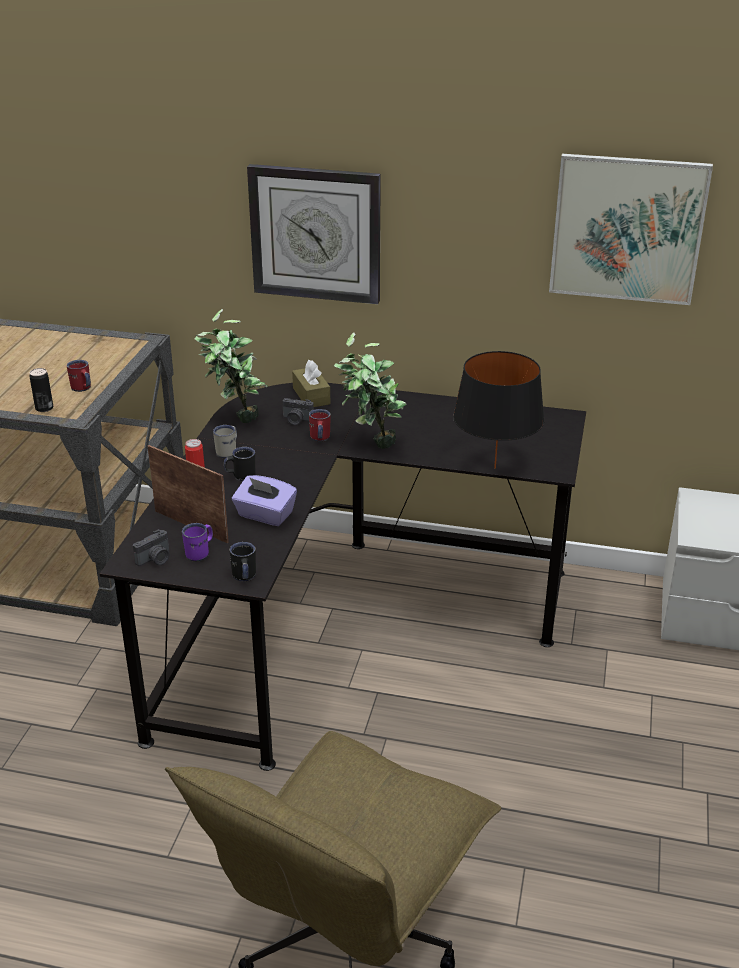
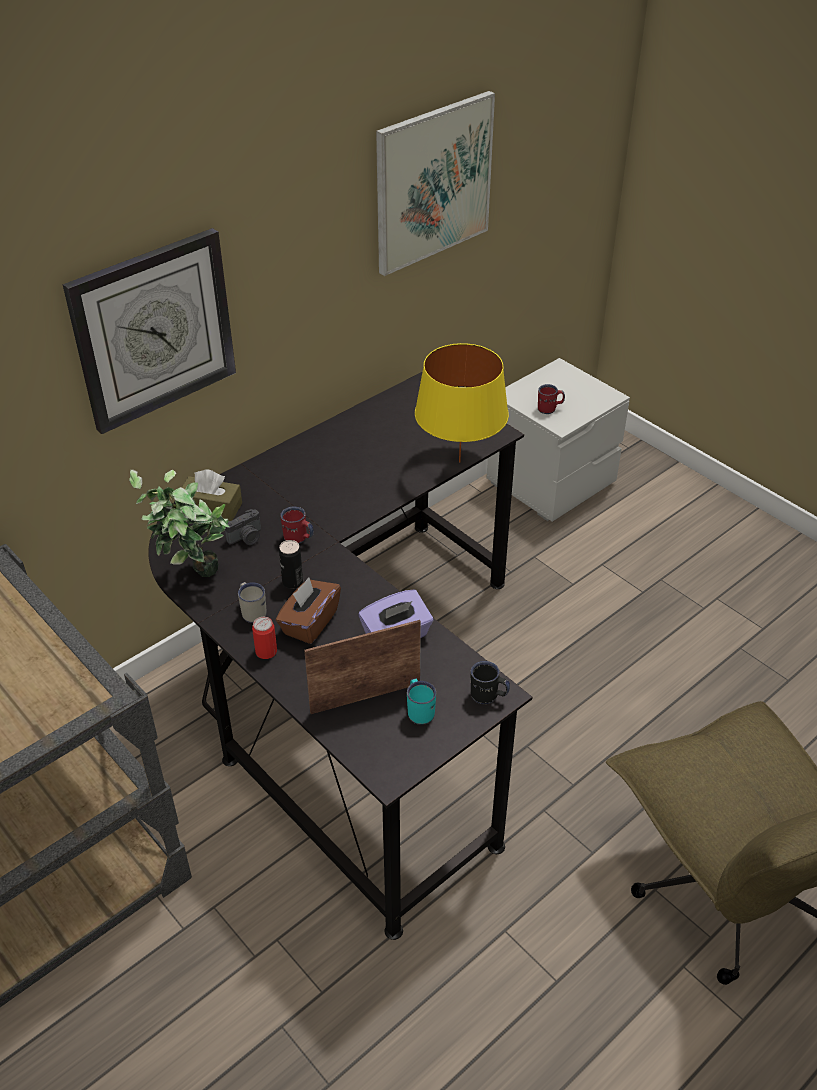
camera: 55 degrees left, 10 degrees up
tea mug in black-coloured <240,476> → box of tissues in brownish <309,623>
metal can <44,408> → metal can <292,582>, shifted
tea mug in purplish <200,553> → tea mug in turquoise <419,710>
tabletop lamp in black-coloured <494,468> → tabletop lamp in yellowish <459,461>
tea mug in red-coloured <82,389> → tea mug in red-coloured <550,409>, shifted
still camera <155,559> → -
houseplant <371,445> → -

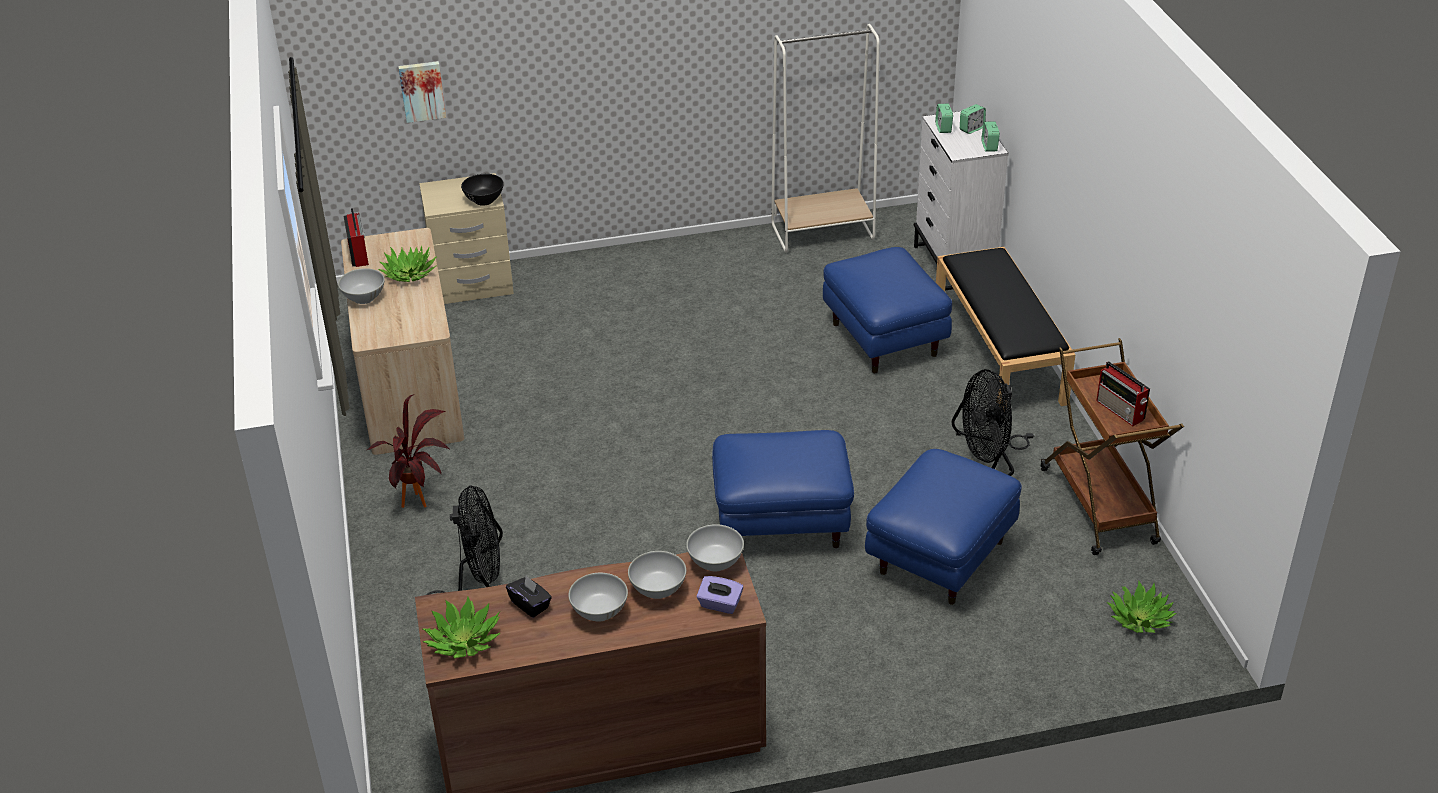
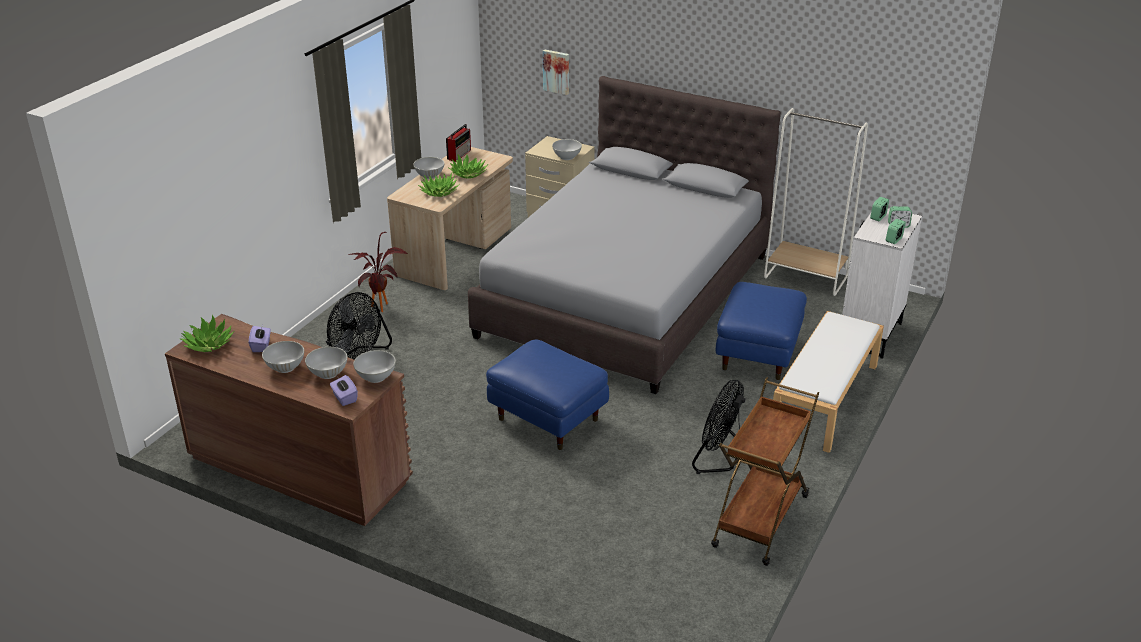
camera: 40 degrees right, 5 degrees down
box of tissues in black-coloured <530,605> → box of tissues in purplish <261,346>
houseplant <1139,618> → houseplant <439,192>, shifted
- → sleeping bed in greyish <627,295>
deep dish in black-coloured <484,200> → deep dish in whitish <567,157>
long seat in black-coloured <1000,353> → long seat in whitish <825,399>
footrest in blue-coloured <940,559> → -
radio <1121,411> → -

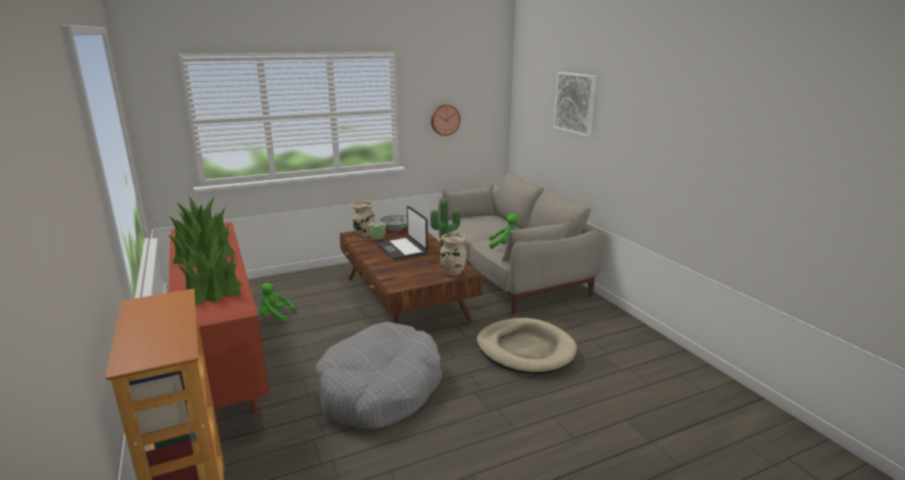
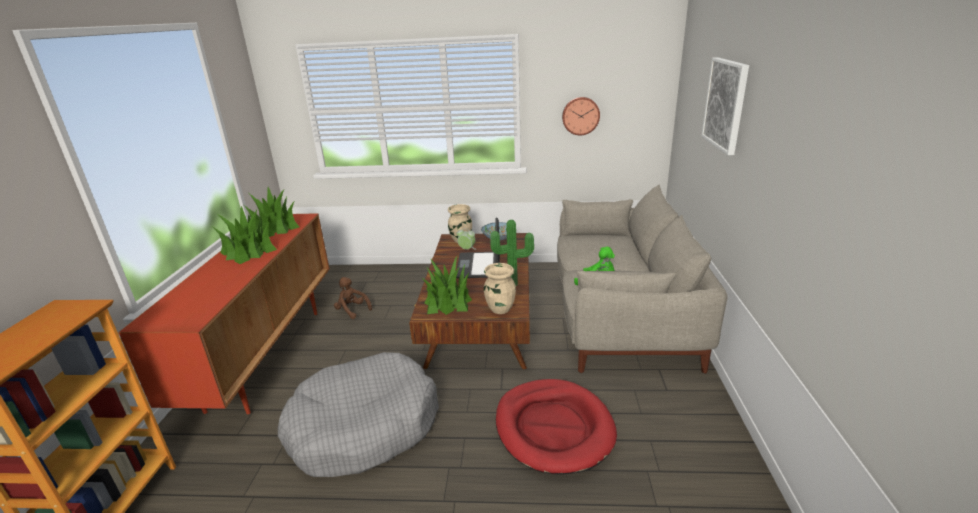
camera: 30 degrees right, 5 degrees up
soft toy in green-coloured <275,316> → soft toy in brownish <352,310>
houseplant <212,290> → houseplant <448,301>, shifted
dog bed in sand-coloured <525,349> → dog bed in red-coloured <553,428>

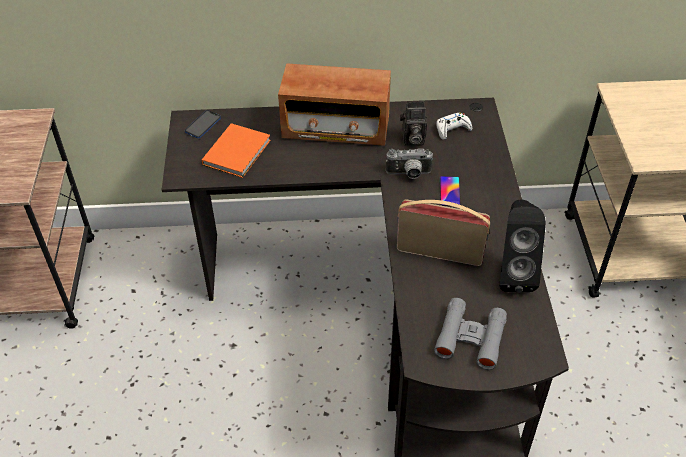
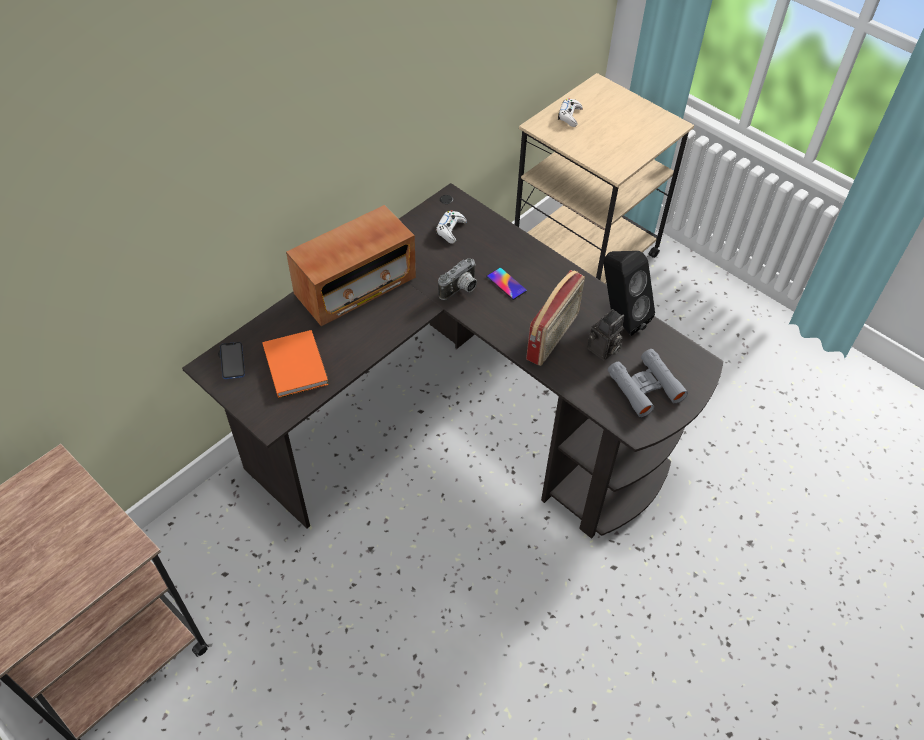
camera: 45 degrees left, 5 degrees up
radio <440,252> → radio <553,337>, 150 degrees clockwise
- → gamepad in whitish <569,116>
still camera <412,139> → still camera <603,350>, shifted

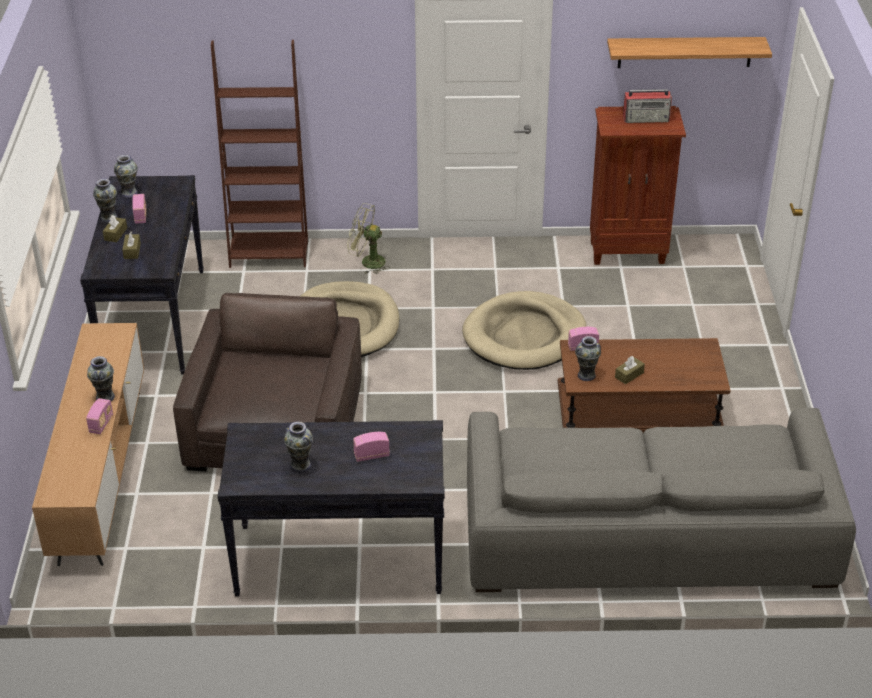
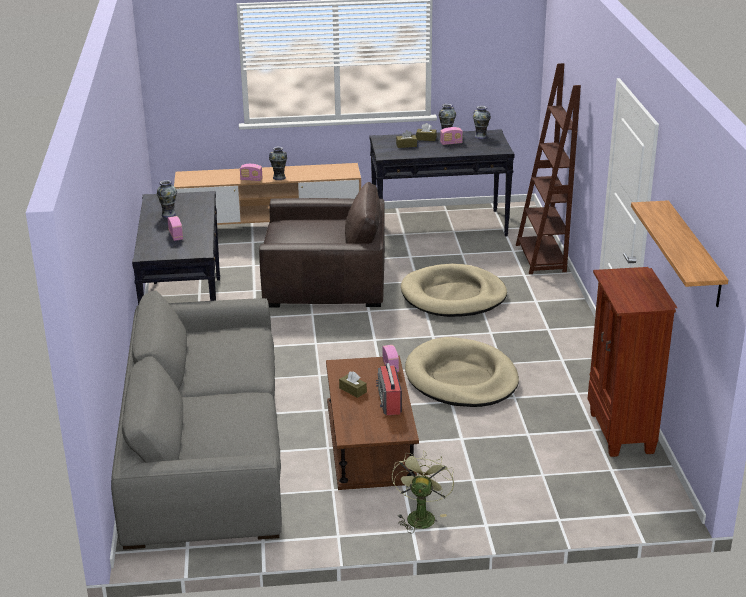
camera: 85 degrees right, 10 degrees down
radio <647,118> → radio <389,402>, shifted
electric fan in green-coloured <367,262> → electric fan in green-coloured <420,515>, shifted
vase <586,375> → -

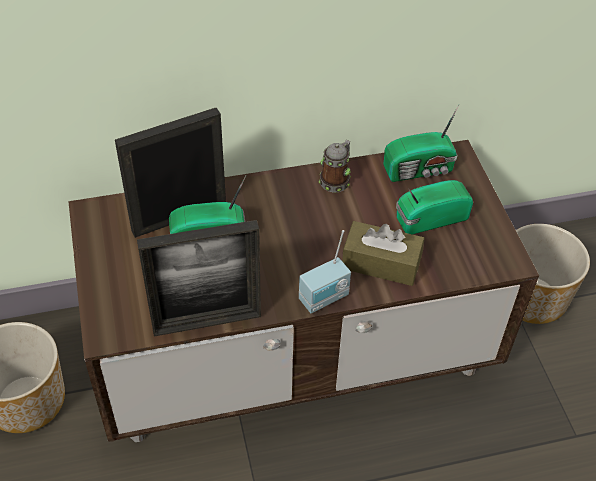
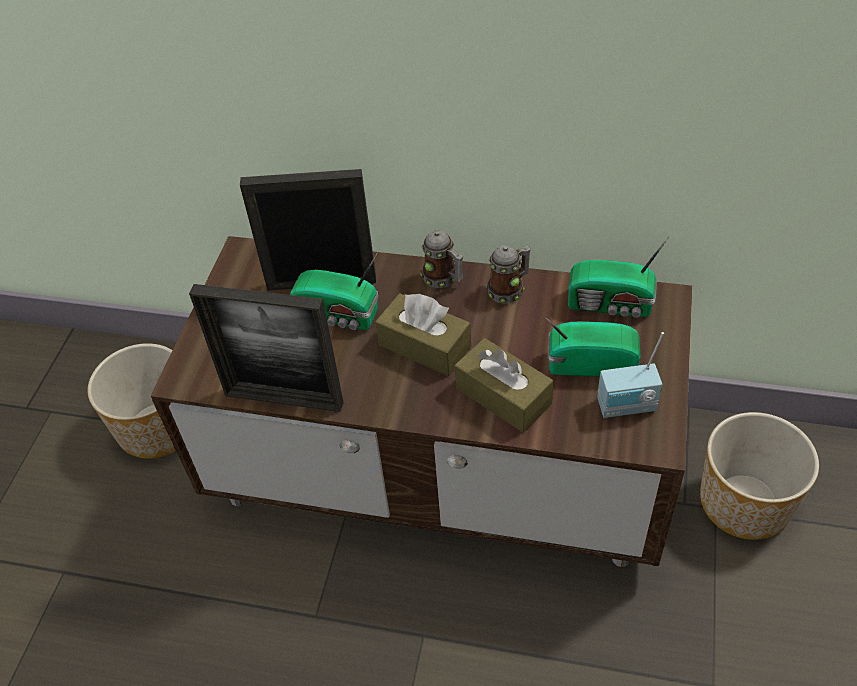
camera: 30 degrees right, 0 degrees up
- → box of tissues in brownish <424,346>
- → tea mug <443,278>
radio <325,299> → radio <627,407>, shifted

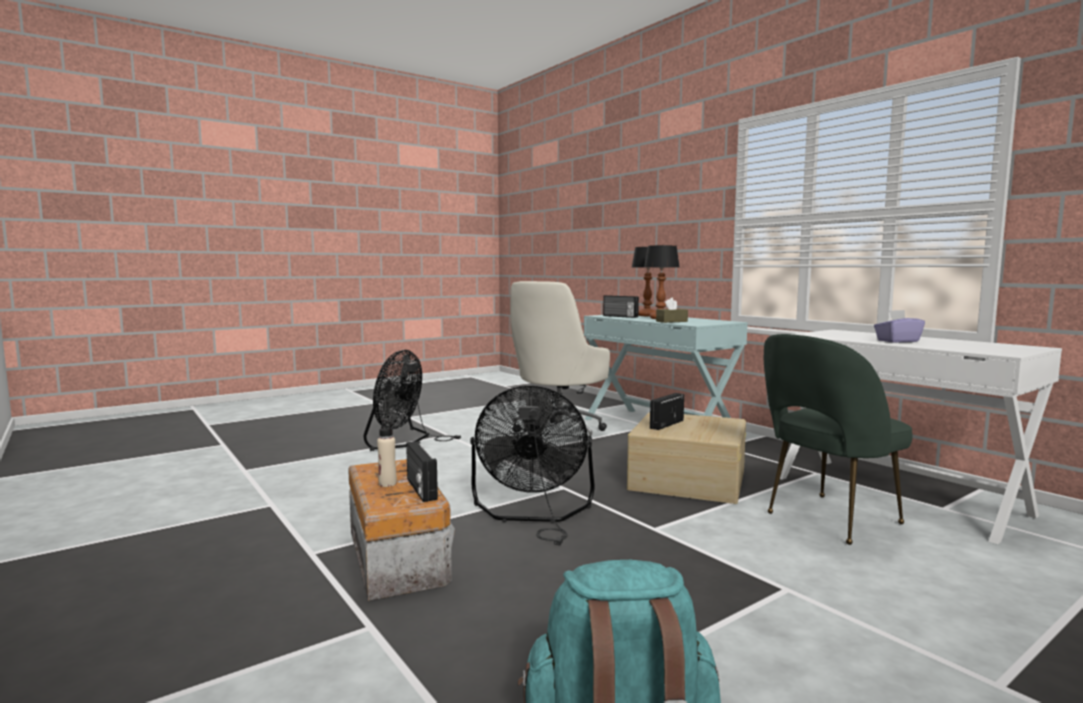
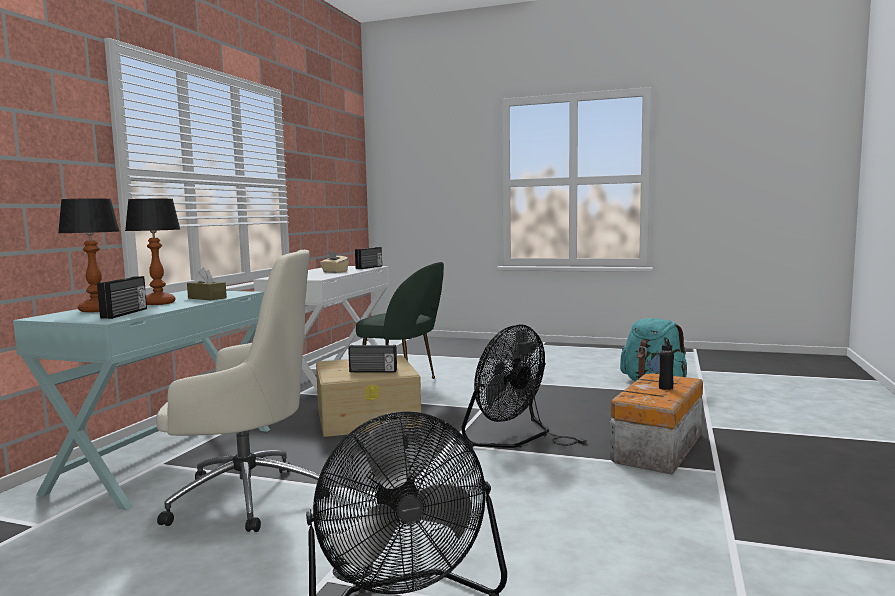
camera: 125 degrees left, 0 degrees up
box of tissues in purplish <897,341> → box of tissues in sand-coloured <334,272>
radio <420,489> → radio <369,267>, shifted
electric fan in black-coloured <534,515> → electric fan in black-coloured <522,436>, 75 degrees clockwise
drink bottle in sand-coloured <387,483> → drink bottle in black-coloured <665,388>

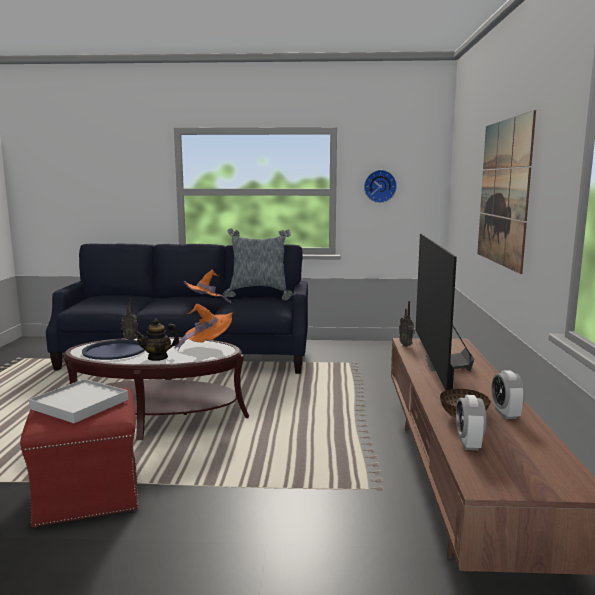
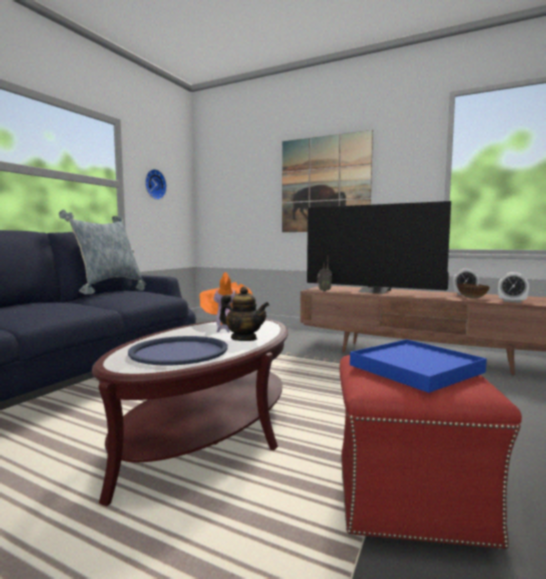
camera: 65 degrees left, 5 degrees down
pot for tea <158,357> → pot for tea <244,339>, 60 degrees counterclockwise
serving tray in whitish <80,404> → serving tray in blue-coloured <415,368>
radio <131,339> → -
clothing hat in orange-coloured <206,306> → -

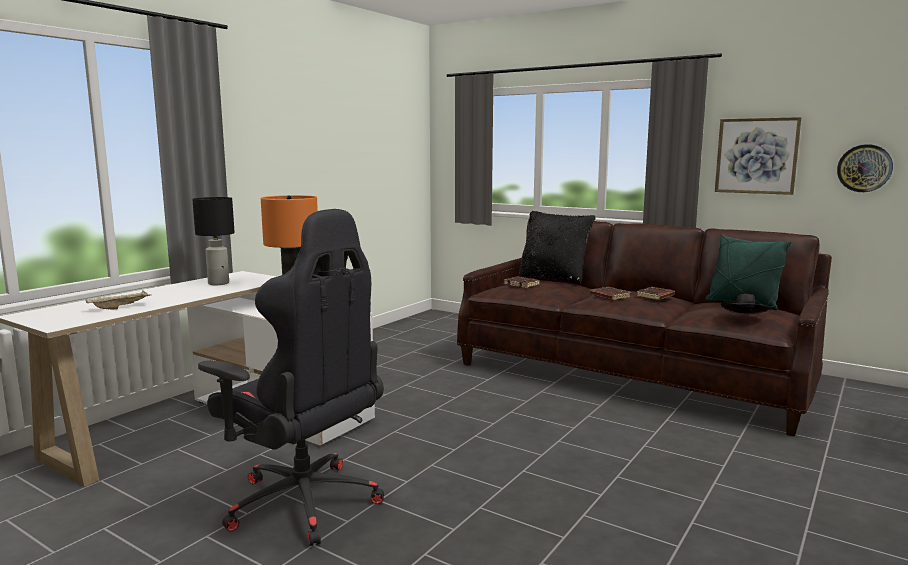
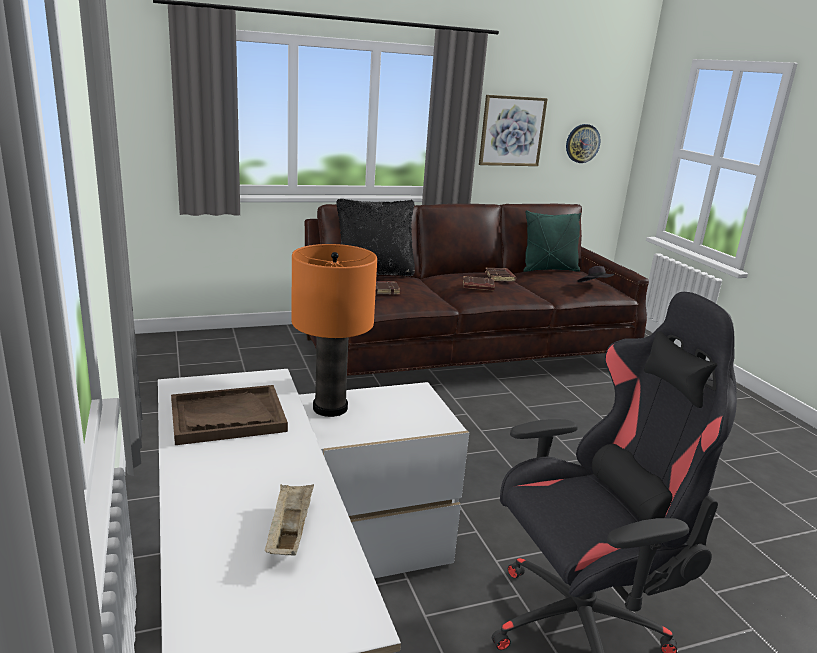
camera: 55 degrees left, 10 degrees up
tabletop lamp in black-coloured <218,283> → serving tray in brownish <227,417>

